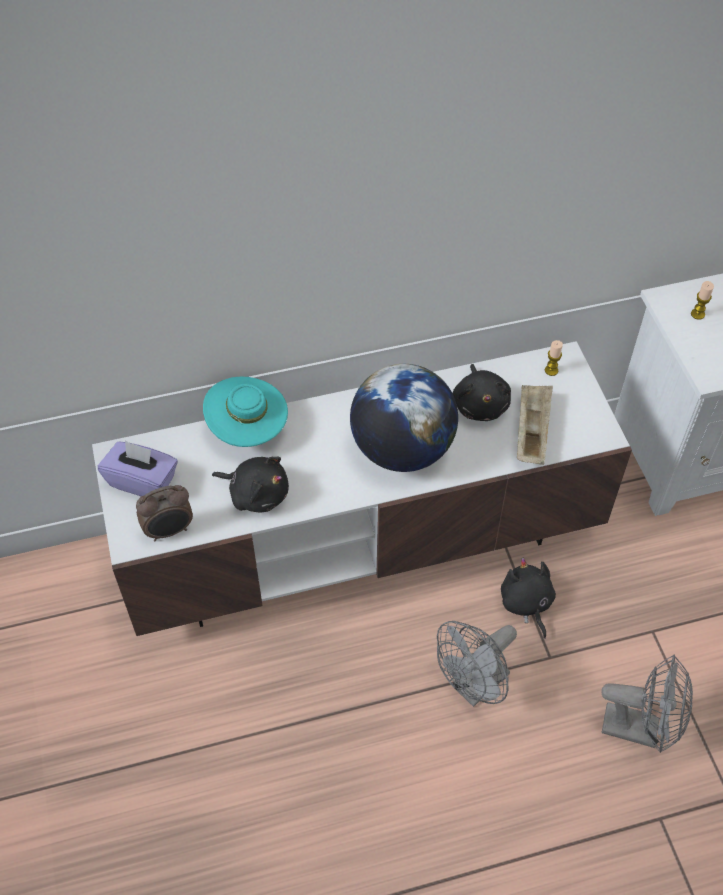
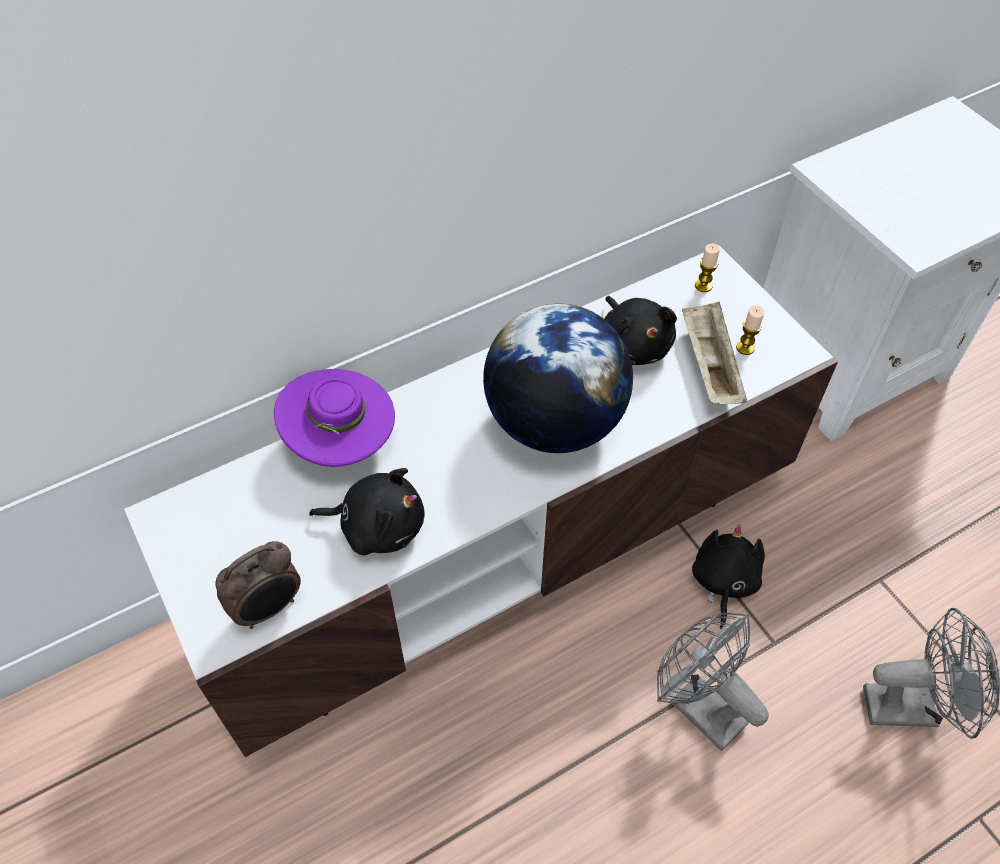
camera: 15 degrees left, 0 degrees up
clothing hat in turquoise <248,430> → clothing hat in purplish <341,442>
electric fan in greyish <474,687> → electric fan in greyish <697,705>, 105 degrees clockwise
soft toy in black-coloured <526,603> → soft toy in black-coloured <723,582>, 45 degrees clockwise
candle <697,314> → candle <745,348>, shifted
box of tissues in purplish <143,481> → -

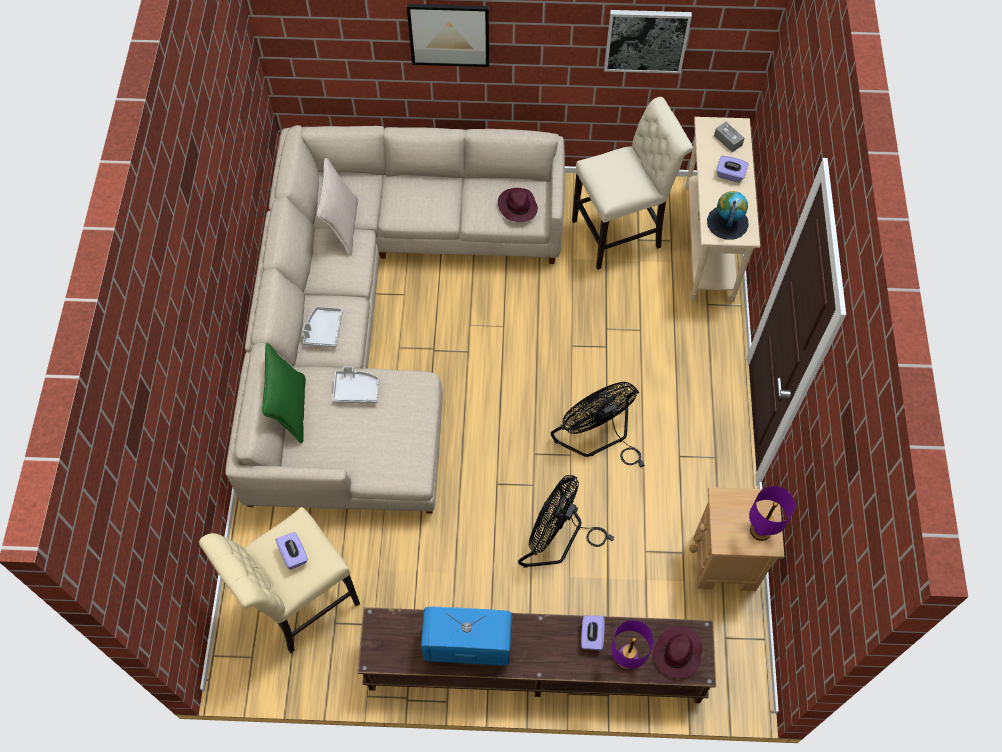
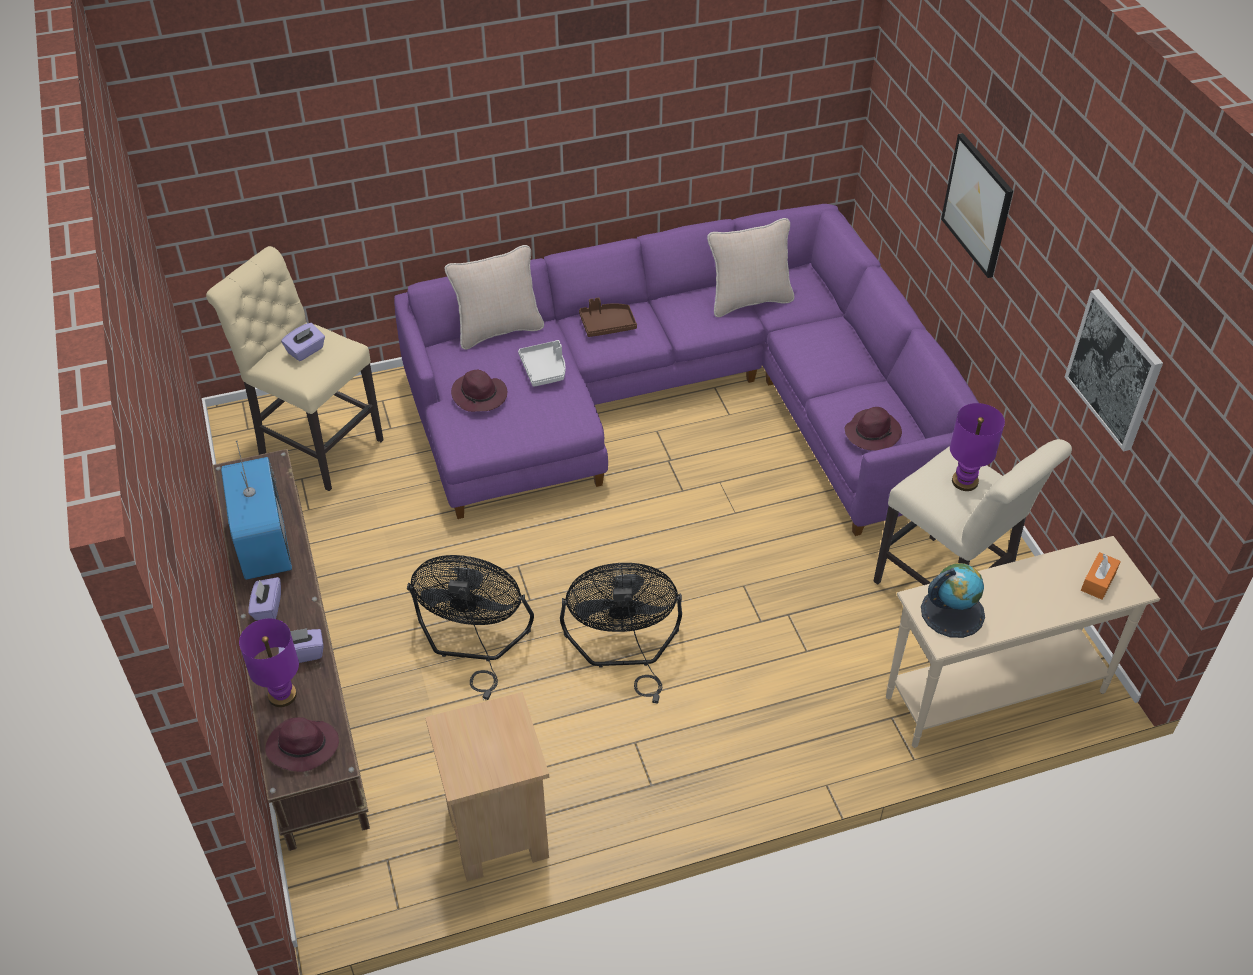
camera: 70 degrees right, 15 degrees down
box of tissues in purplish <730,175> → box of tissues in purplish <267,607>, shifted
settee in sand-coloured <376,316> → settee in purplish <687,400>
cushion in green-coloured <290,410> → cushion in sand-coloured <498,330>
- → clothing hat in purplish <480,395>
electric fan in black-coloured <602,436> → electric fan in black-coloured <626,651>, 45 degrees counterclockwise
serving tray in greyish <323,330> → serving tray in brownish <607,325>
tabletop lamp in purplish <761,530> → tabletop lamp in purplish <965,482>, shifted
box of tissues in greyish <728,140> → box of tissues in orange-coloured <1098,581>

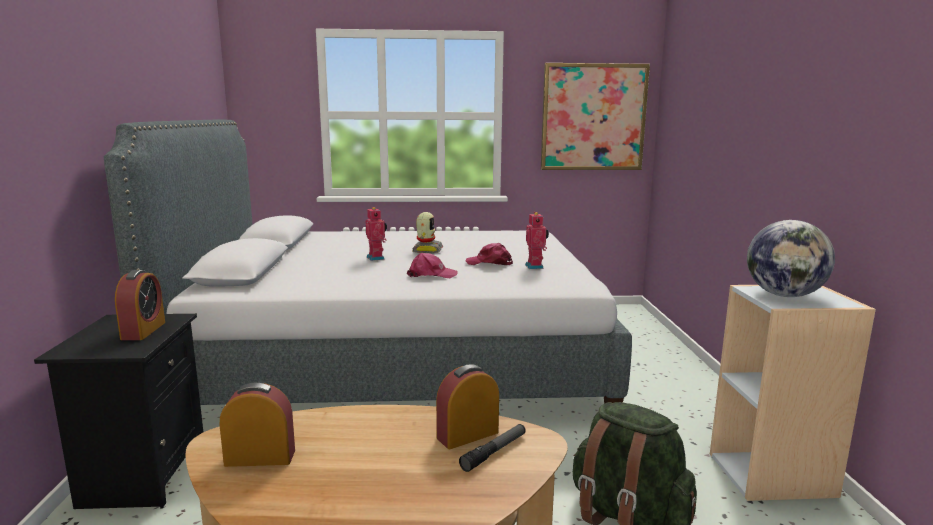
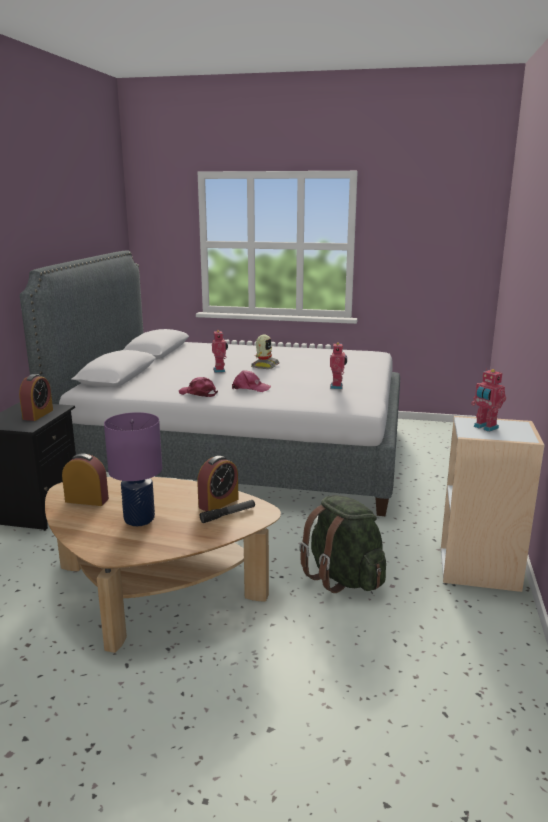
camera: 15 degrees right, 5 degrees up
- → tabletop lamp in purplish <139,521>
baseball cap in pink-coloured <490,263> → baseball cap in pink-coloured <198,393>, shifted
table clock <467,435> → table clock <218,503>, 150 degrees clockwise
world globe <784,295> → robot figure <485,427>
wall art <593,117> → -

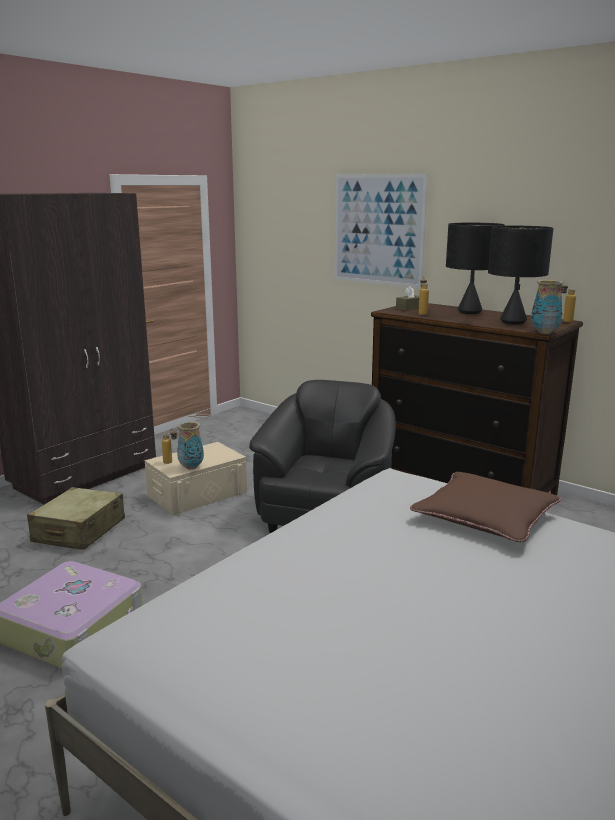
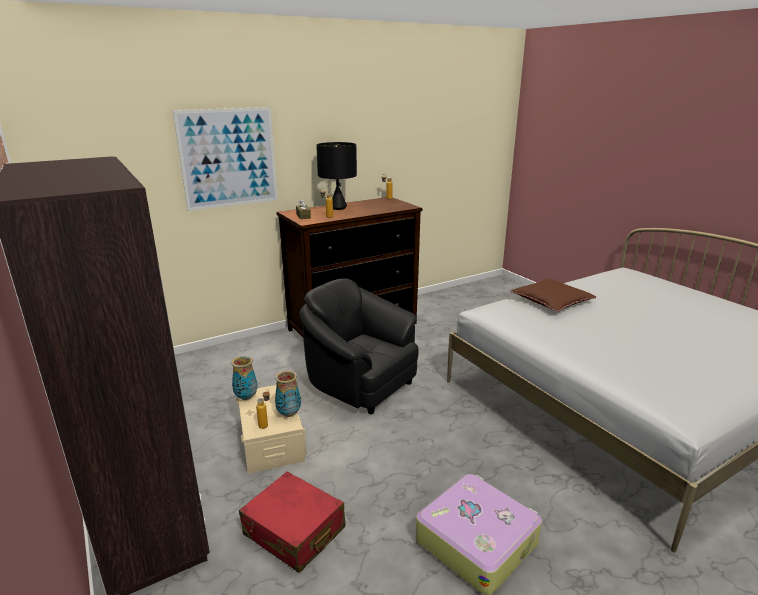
camera: 70 degrees left, 5 degrees up
vase <544,332> → vase <246,397>, shifted
suitcase in sand-coloured <79,531> → suitcase in red-coloured <294,531>
tabletop lamp in black-coloured <513,322> → -

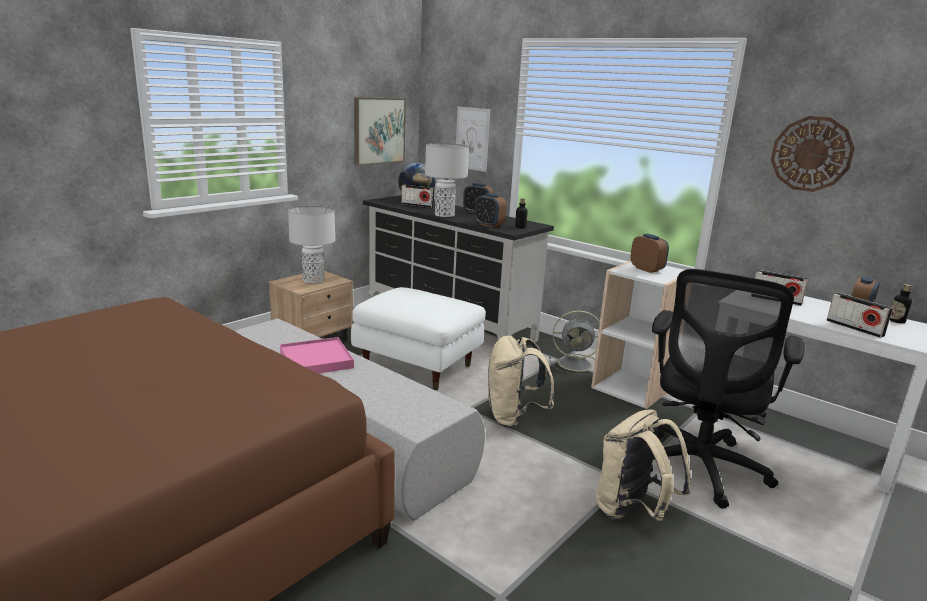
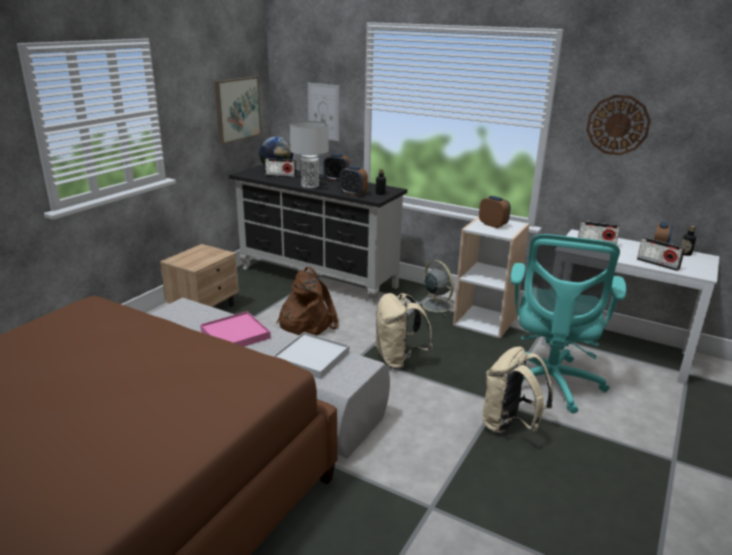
camera: 10 degrees left, 5 degrees up
- → serving tray in whitish <312,358>
footrest in whitish <418,367> → knapsack in brownish <306,323>
electric fan in greyish <576,364> → electric fan in greyish <435,305>, 120 degrees counterclockwise
computer chair in black-coloured <700,461> → computer chair in turquoise <550,377>
tabletop lamp in whitish <313,280> → -

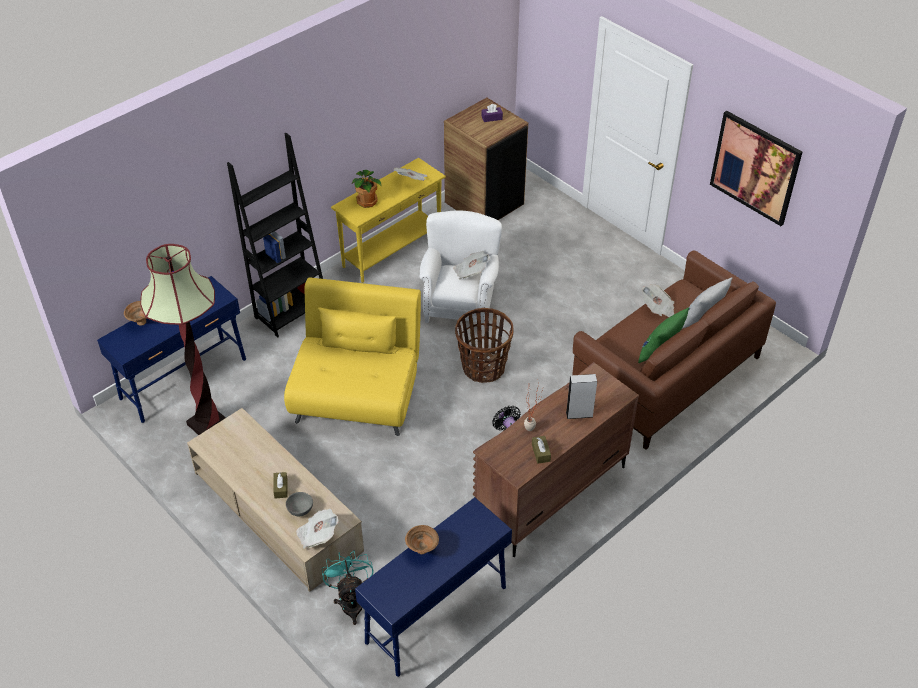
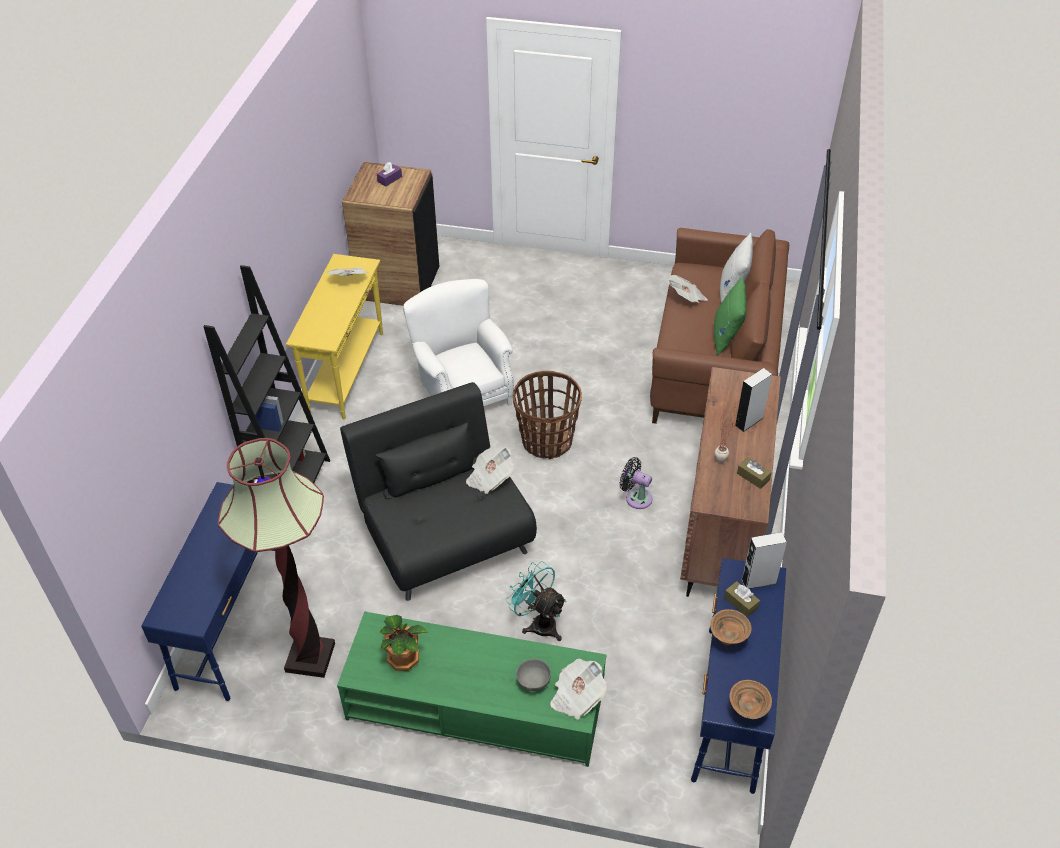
camera: 35 degrees left, 0 degrees up
tv unit in sand-coloured <276,511> → tv unit in green-coloured <474,704>
lounge chair in yellowish <357,391> → lounge chair in black-coloured <443,531>
houseplant <367,201> → houseplant <404,657>, shifted
newspaper <470,272> → newspaper <489,478>, shifted
electric fan in turquoise <351,601> → electric fan in turquoise <538,622>, shifted
box of tissues in brownish <281,488> → box of tissues in brownish <741,603>, shifted
deep dish in brownish <141,323> → deep dish in brownish <747,712>, shifted
- → audio speaker in greyish <758,581>
wall art <755,167> → -

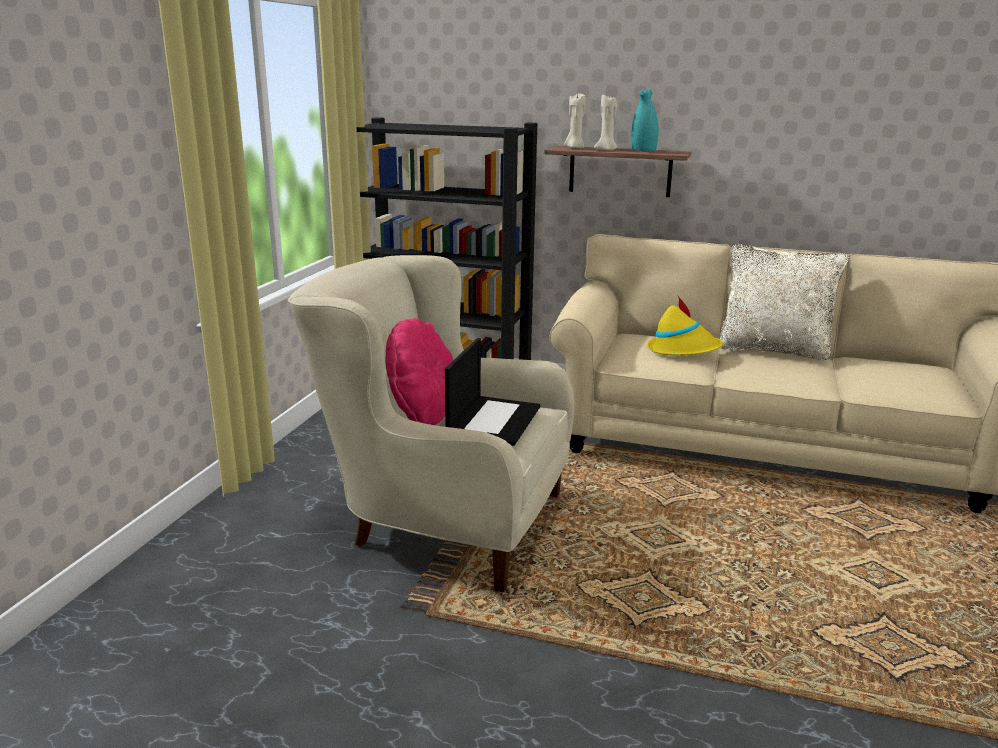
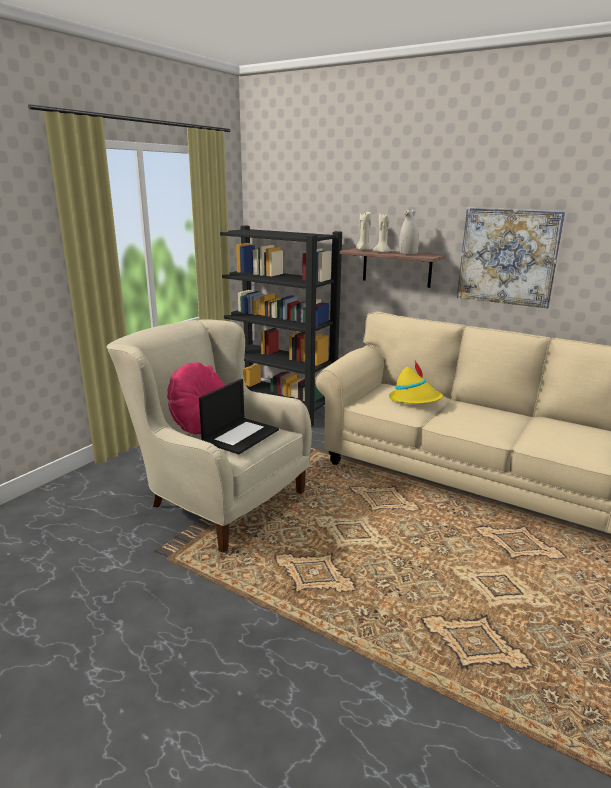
camera: 15 degrees right, 0 degrees up
vase in turquoise <643,151> → vase in whitish <408,254>
- → wall art <508,256>
cushion in sand-coloured <774,351> → -

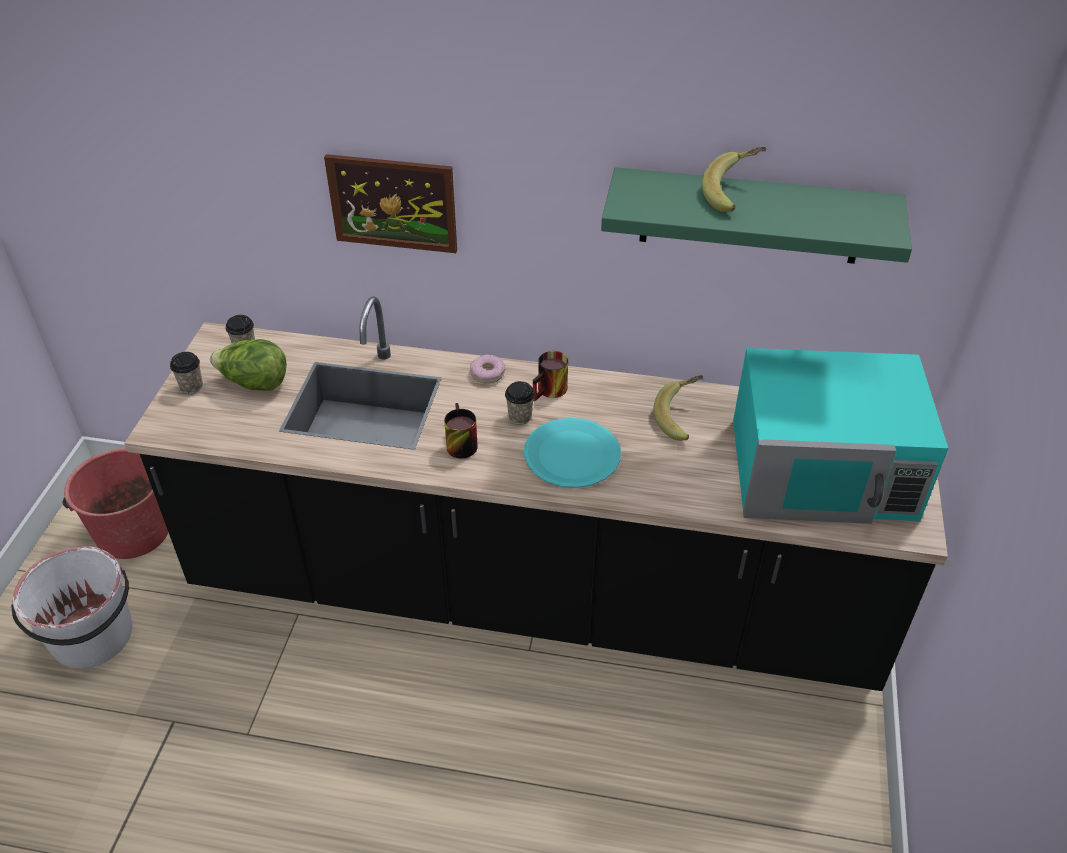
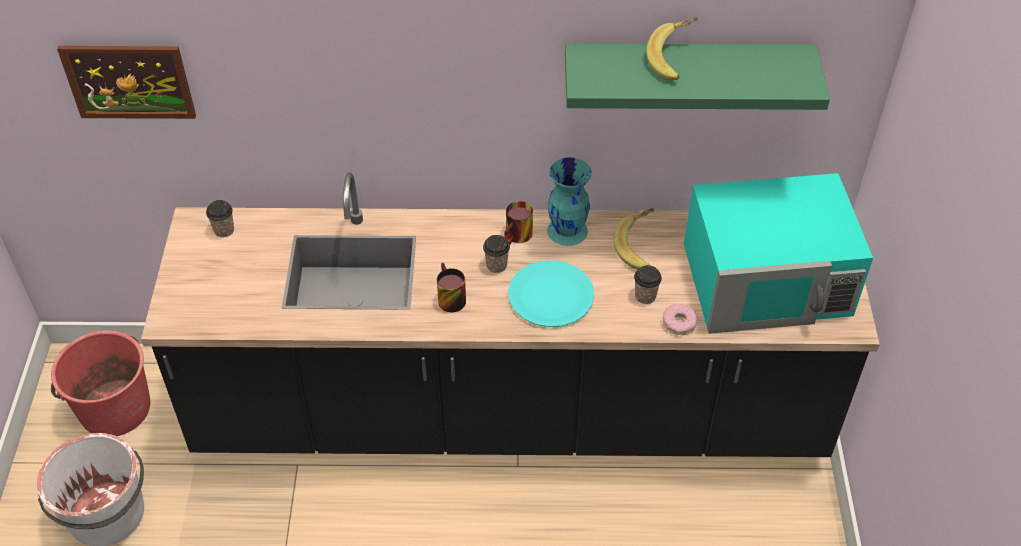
camera: 10 degrees left, 5 degrees up
wall art <393,203> → wall art <129,81>, shifted
- → vase in turquoise <568,230>
small cup <191,386> → small cup <645,296>, shifted
doughnut <487,373> → doughnut <679,323>, shifted
lettuce head <254,383> → -

